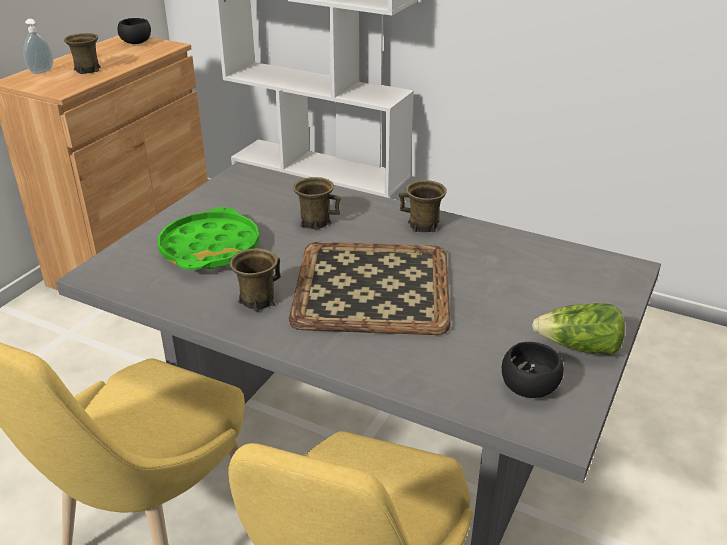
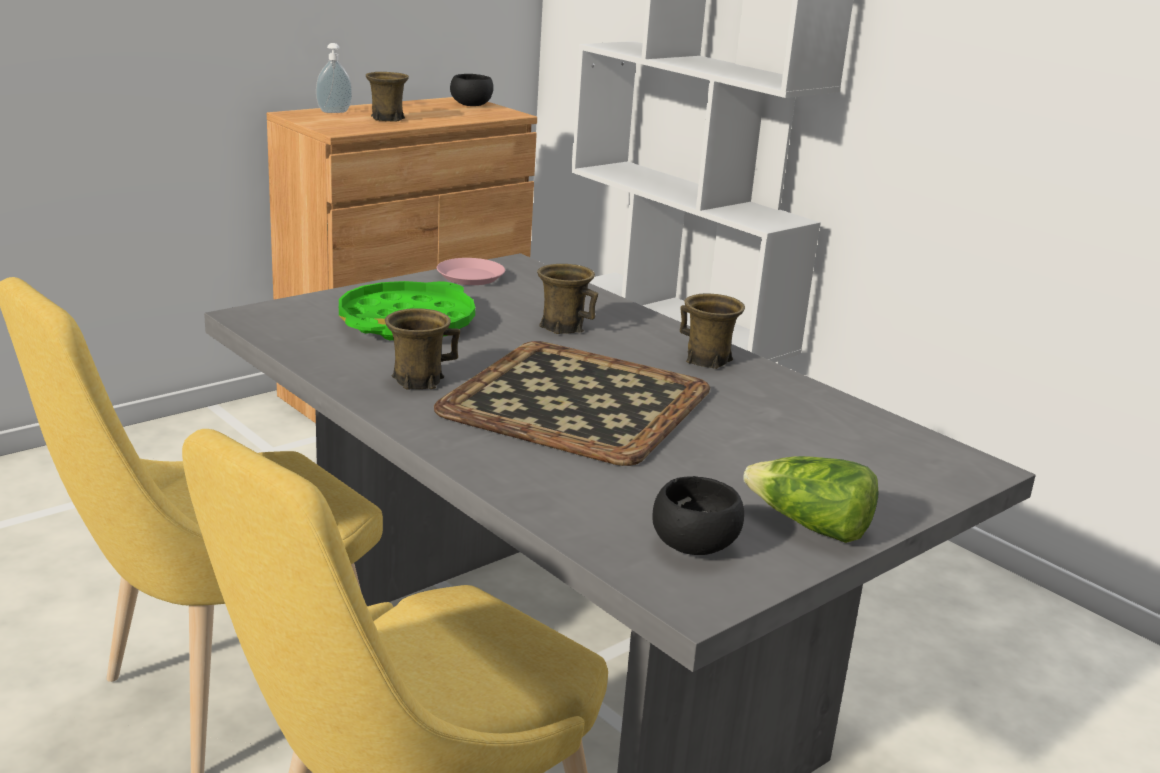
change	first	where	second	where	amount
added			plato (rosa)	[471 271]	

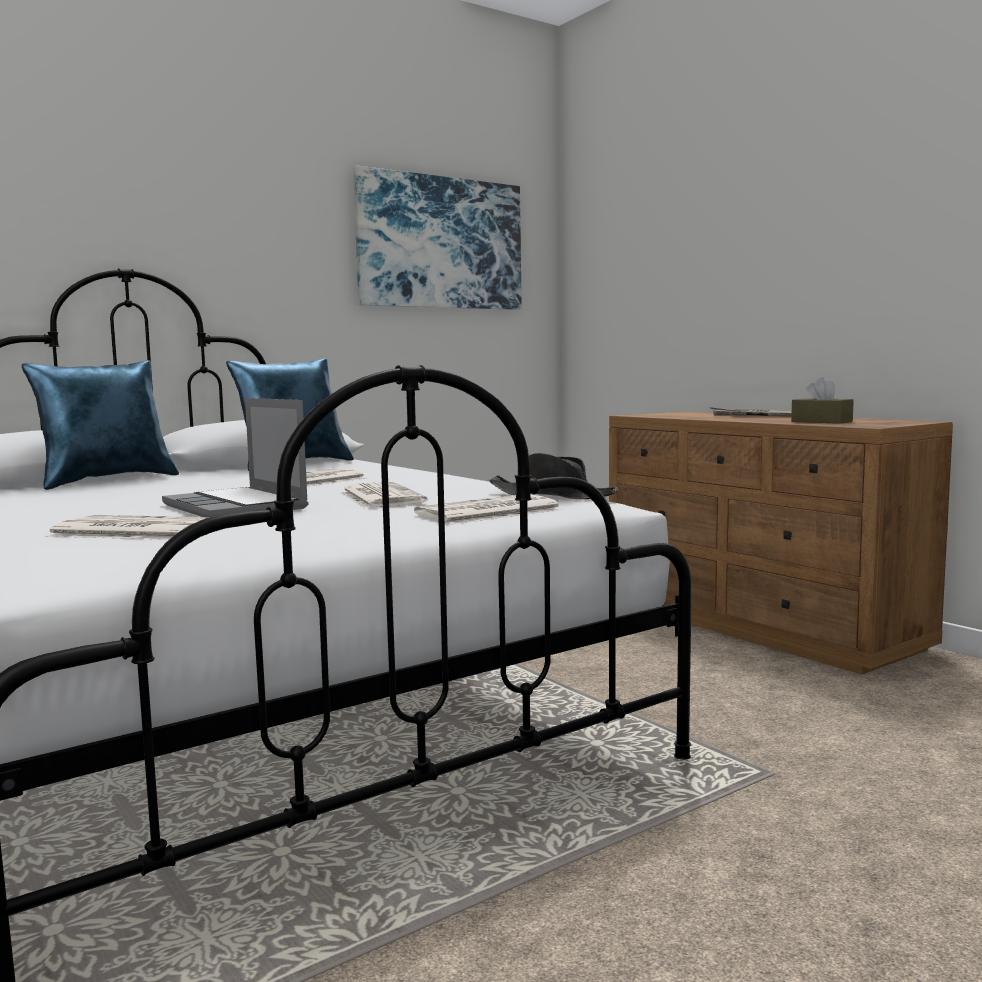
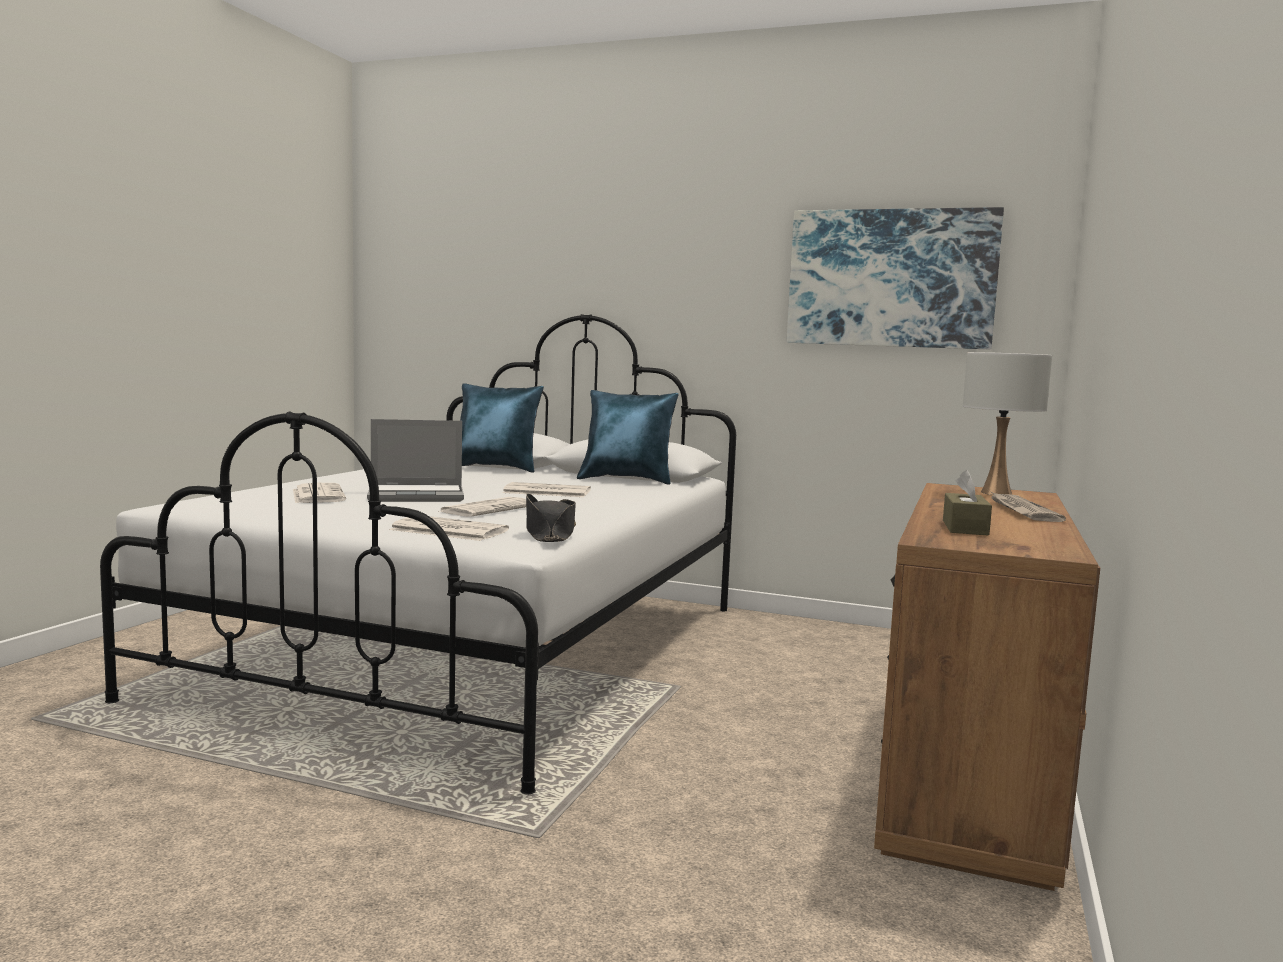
change	first	where	second	where	amount
added			lámpara de mesa (blanco)	[1007 423]	
turned	portátil	[235 457]		[415 460]	120 degrees counterclockwise

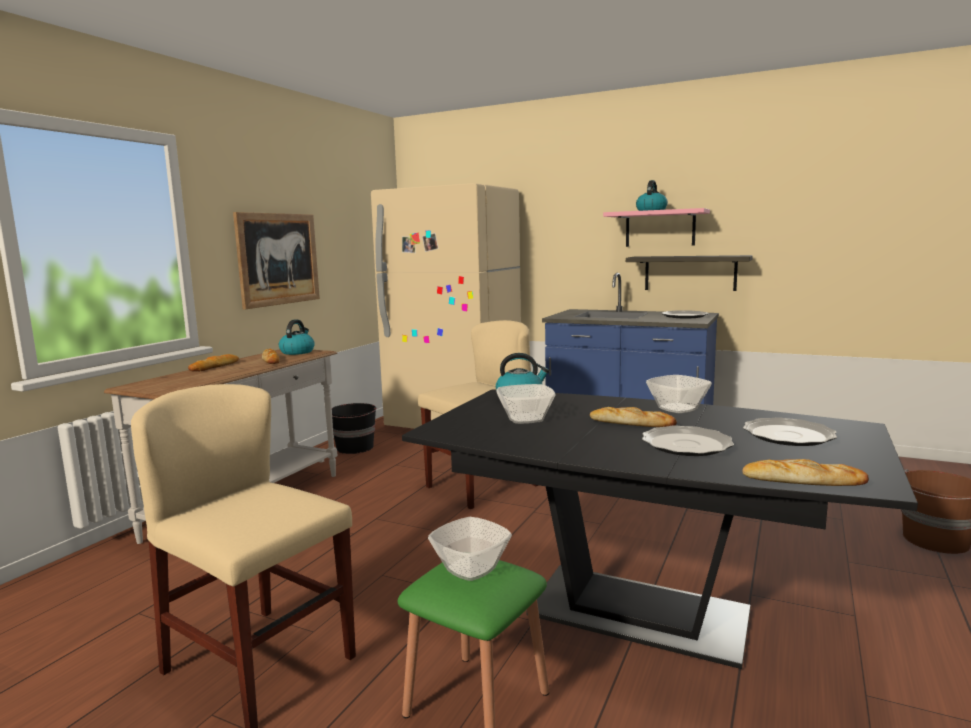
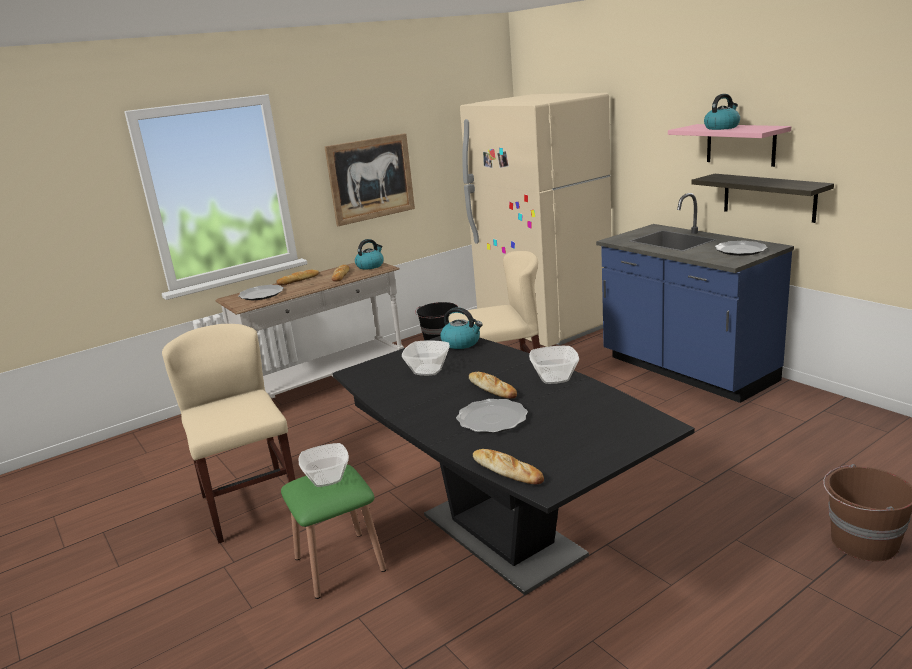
change	first	where	second	where	amount
moved	plato	[790 431]		[261 292]	

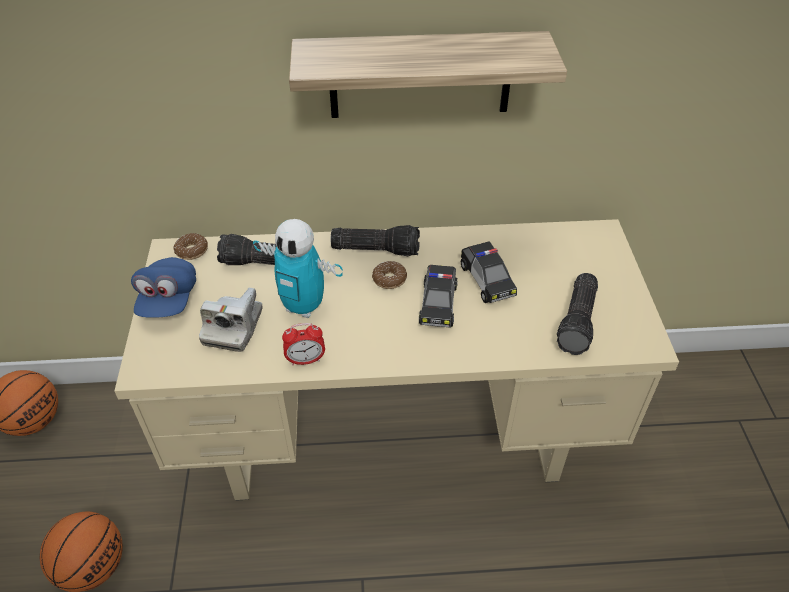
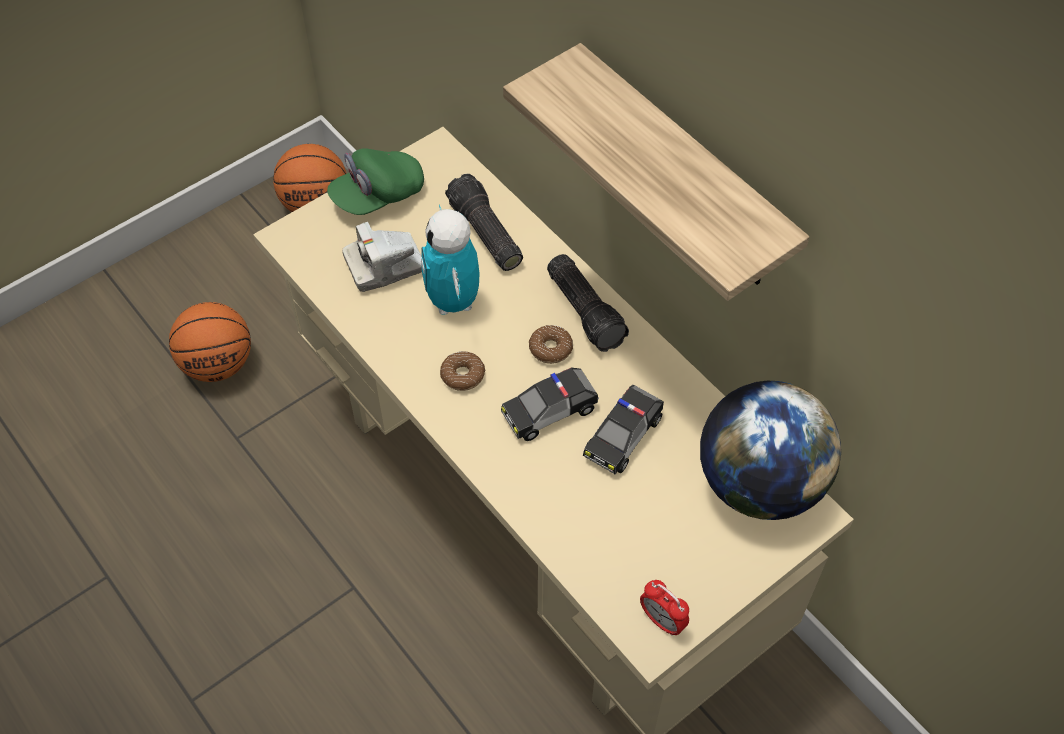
change	first	where	second	where	amount
removed	linterna	[577 314]			
added			globo terráqueo	[770 450]	
moved	rosquilla	[190 246]		[462 371]	
moved	despertador	[303 344]		[664 608]	
recoloured	gorra (azul)	[163 287]	gorra (verde)	[375 181]	

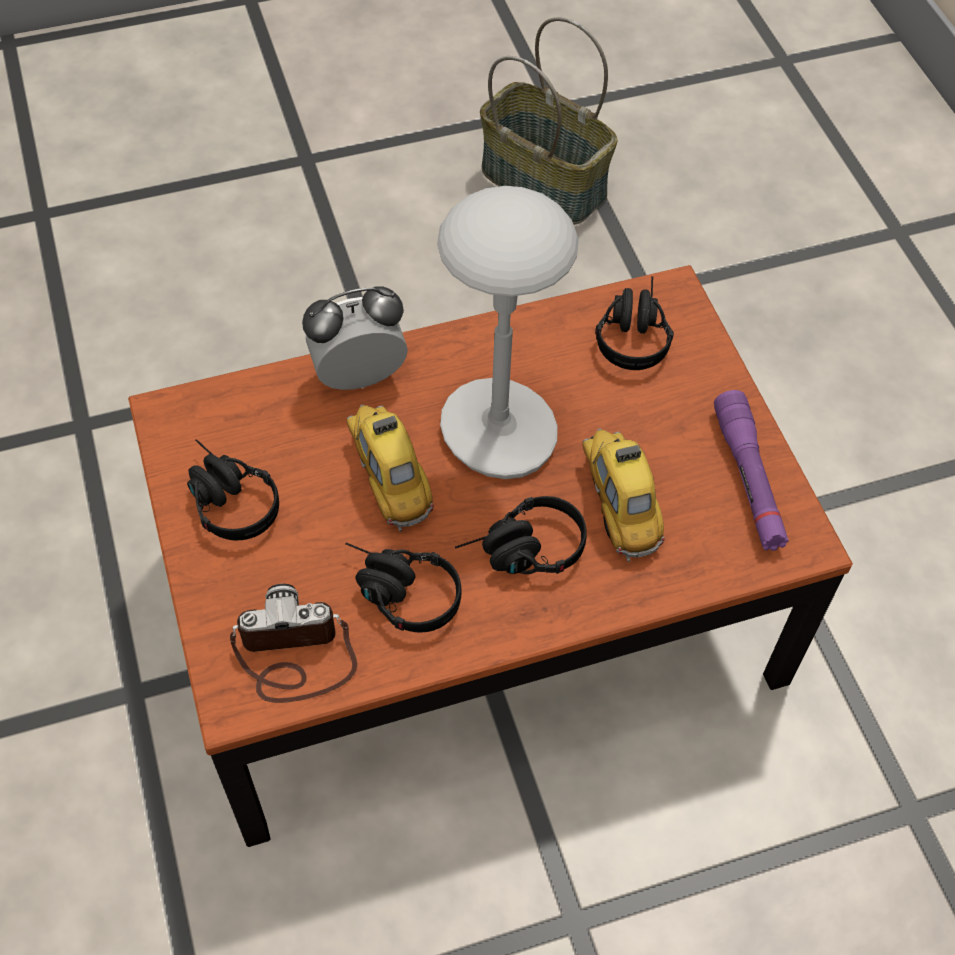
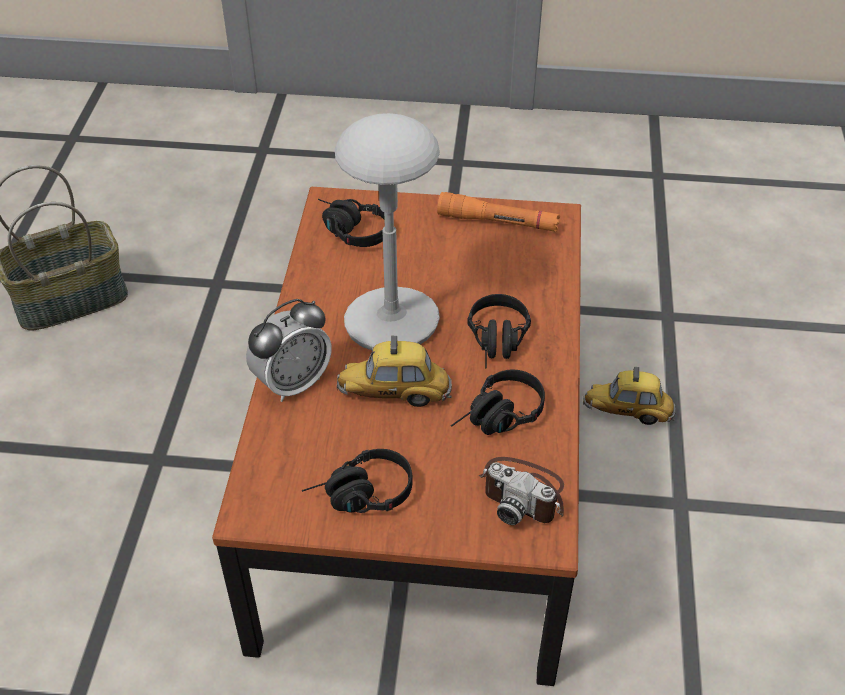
change	first	where	second	where	amount
moved	coche de juguete	[623 495]		[629 396]	
recoloured	linterna (morado)	[751 470]	linterna (naranja)	[498 212]	
turned	cámara	[293 643]		[521 491]	75 degrees counterclockwise
turned	despertador	[355 338]		[289 350]	135 degrees counterclockwise

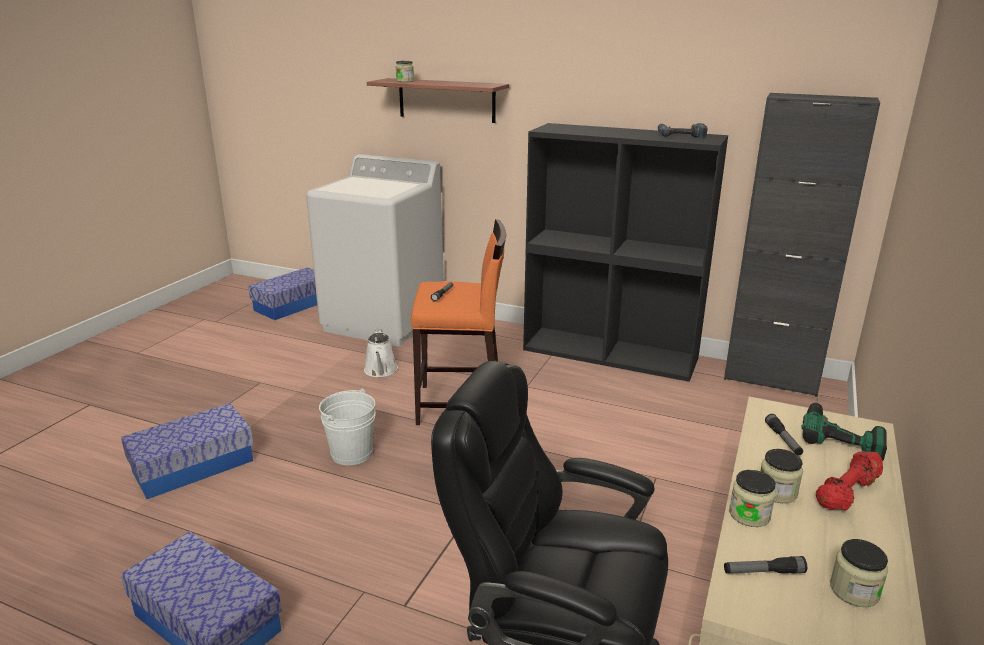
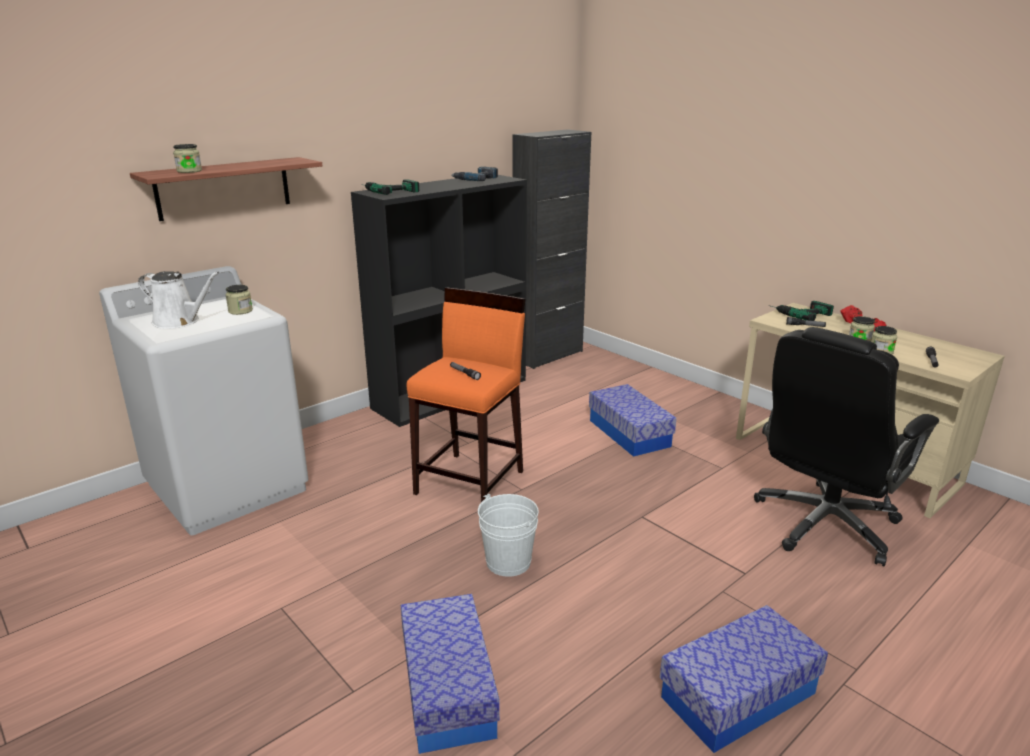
change	first	where	second	where	amount
added			taladro	[390 187]	
moved	caja de almacenaje	[282 293]		[633 420]	
moved	regadera (blanco)	[381 353]		[178 300]	
moved	tarro	[859 573]		[239 300]	

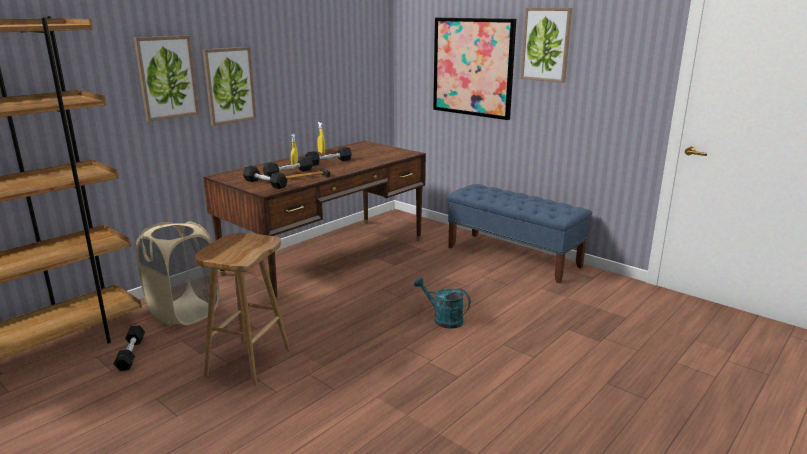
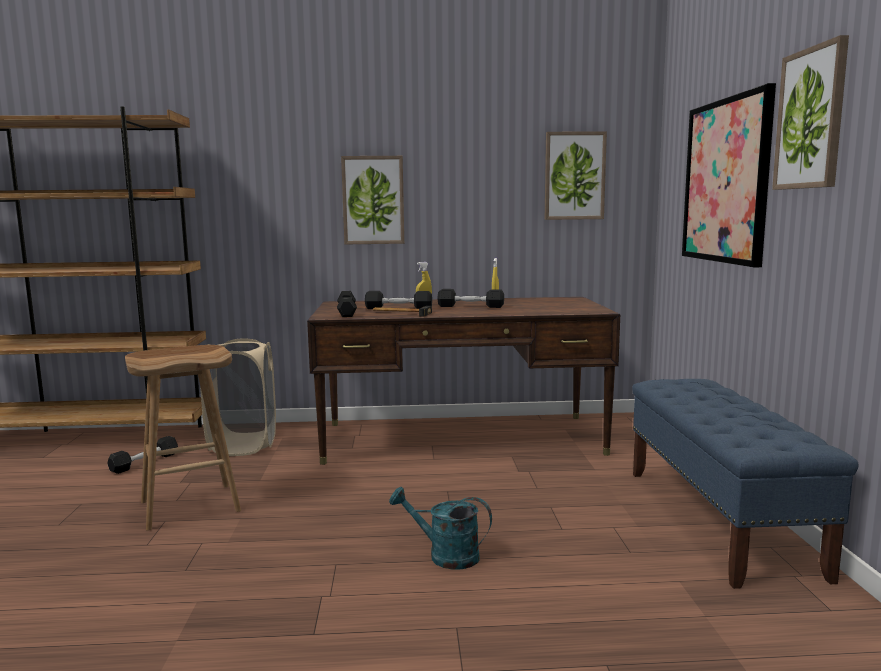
change	first	where	second	where	amount
moved	cuadro	[166 78]		[576 175]	
turned	regadera (turquesa)	[442 303]		[440 528]	60 degrees counterclockwise

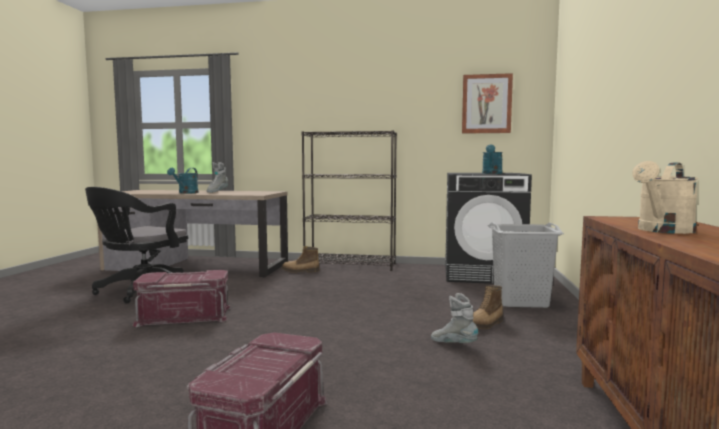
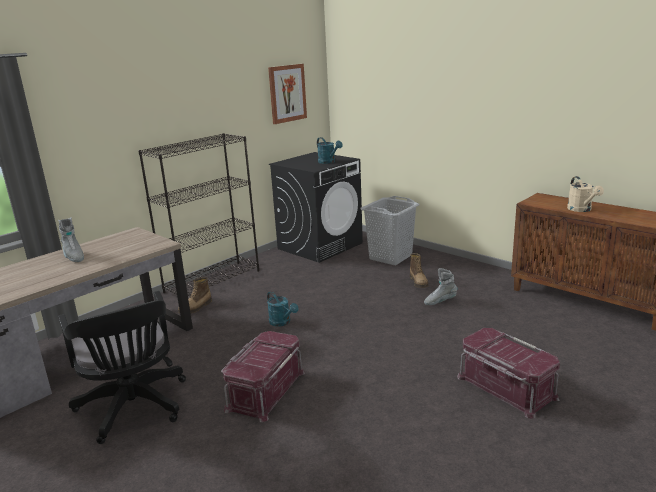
change	first	where	second	where	amount
moved	regadera (turquesa)	[183 181]		[283 309]	

